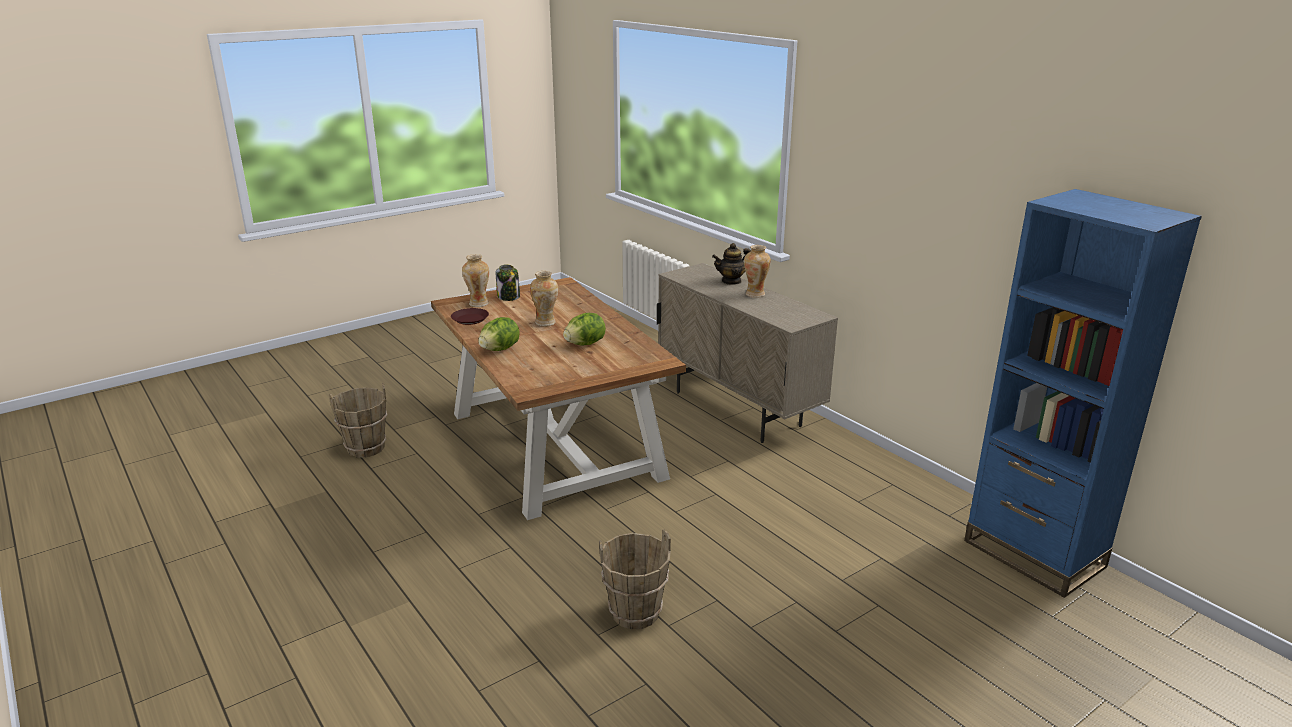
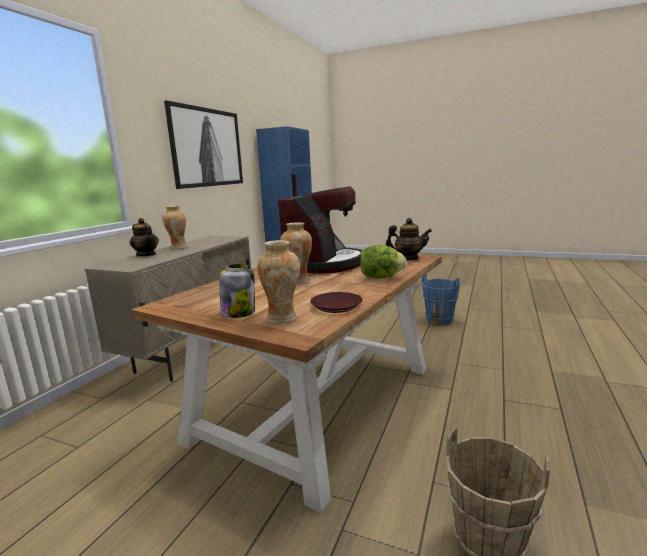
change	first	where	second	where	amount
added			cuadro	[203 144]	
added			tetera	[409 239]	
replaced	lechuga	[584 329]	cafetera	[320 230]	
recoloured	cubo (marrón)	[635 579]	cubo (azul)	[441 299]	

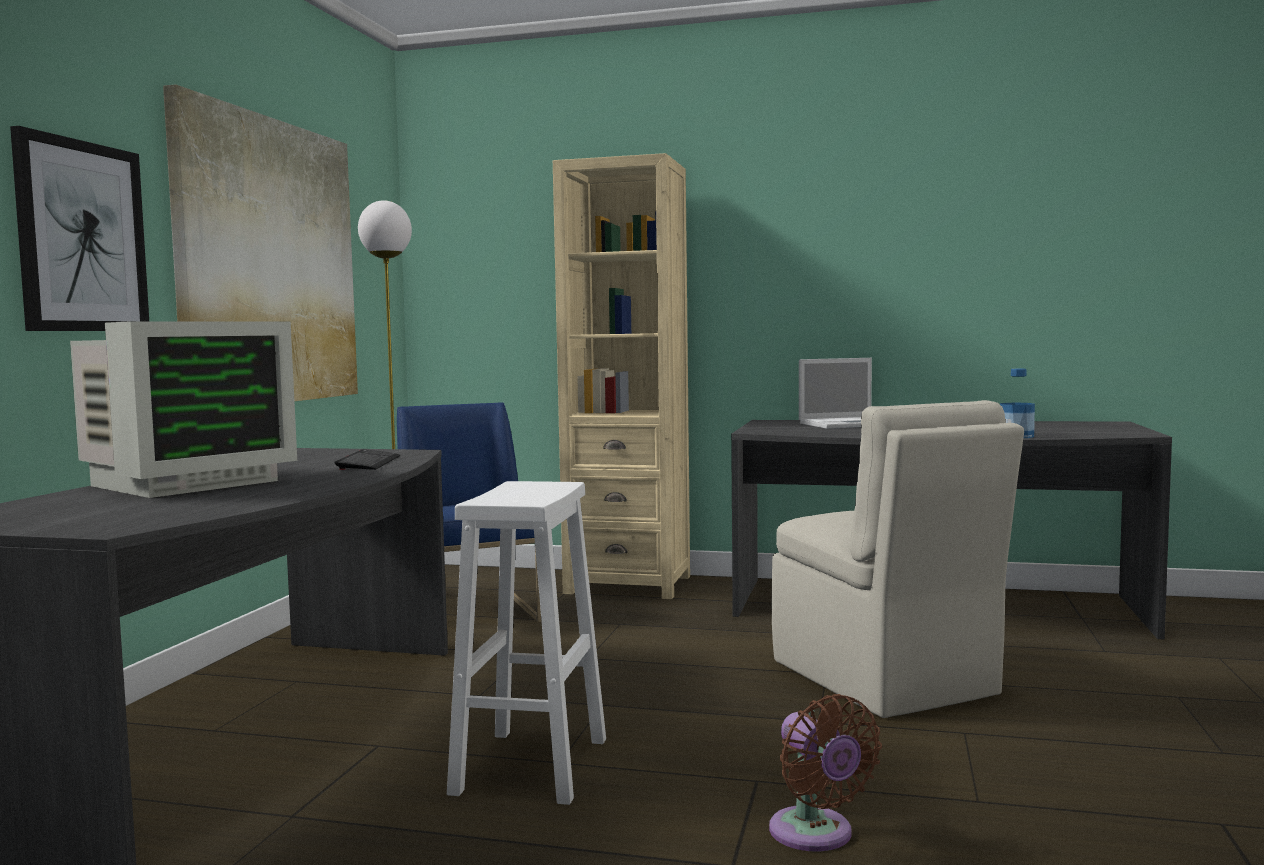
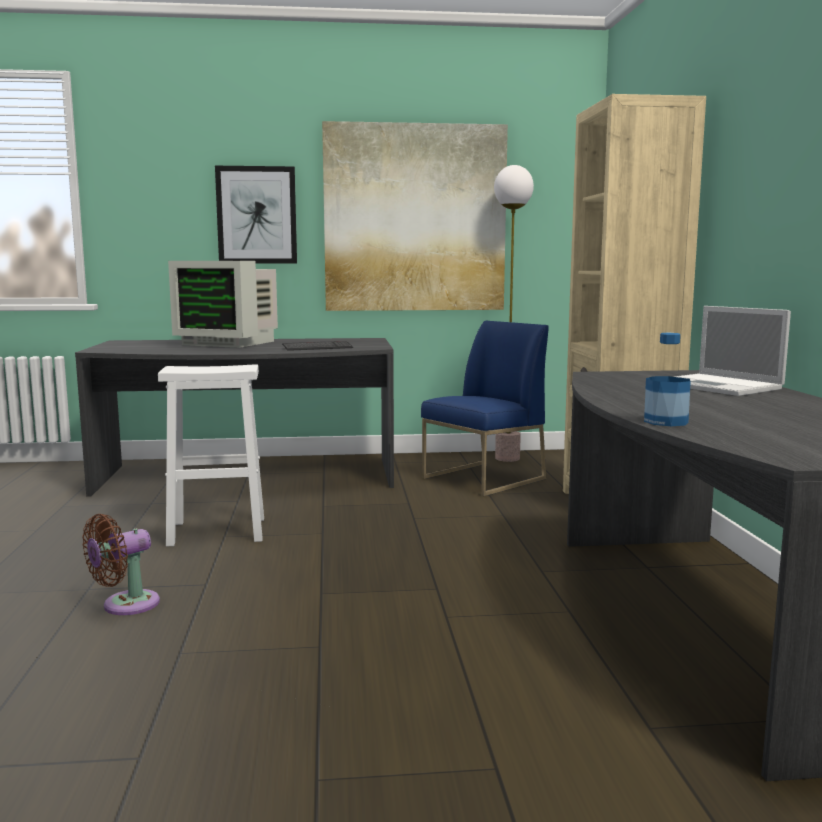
change	first	where	second	where	amount
removed	silla (beis)	[898 559]			

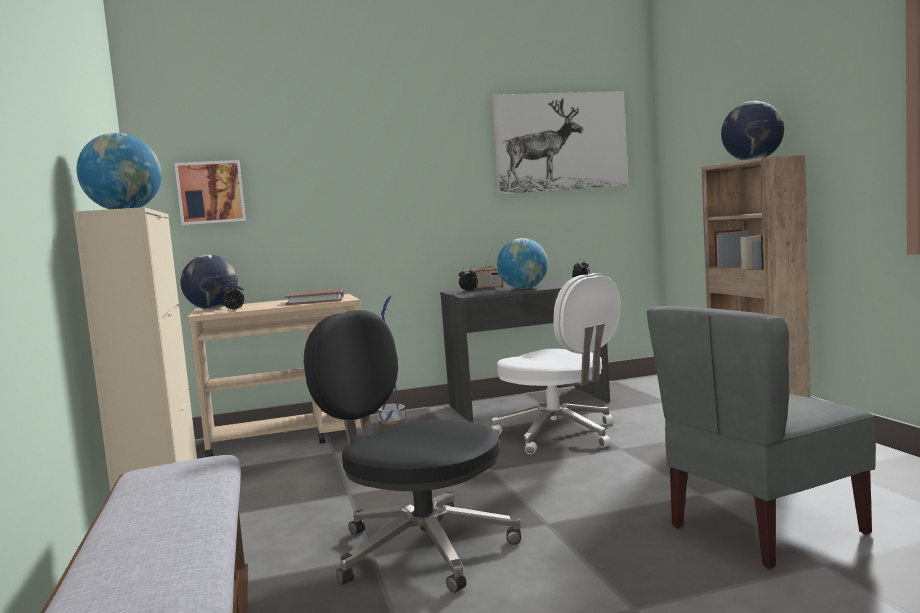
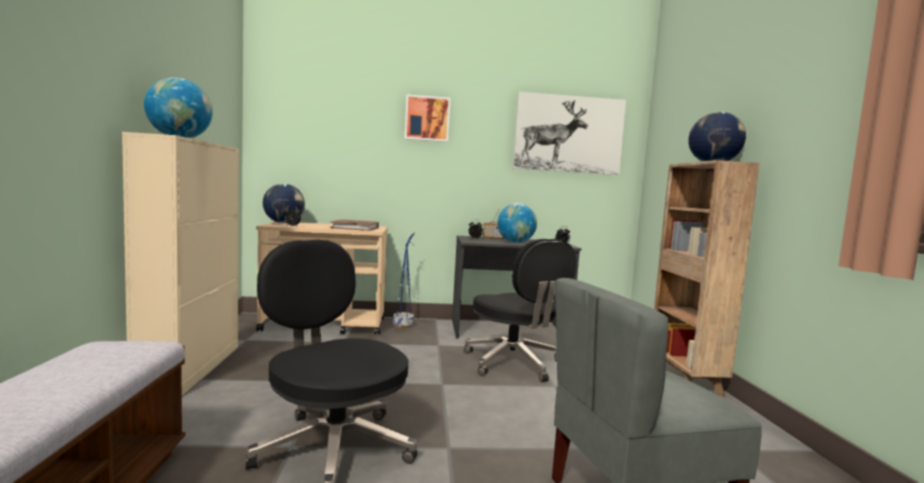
change	first	where	second	where	amount
moved	cuadro	[210 192]		[427 118]	
recoloured	silla de oficina (blanco)	[555 363]	silla de oficina (negro)	[520 310]	

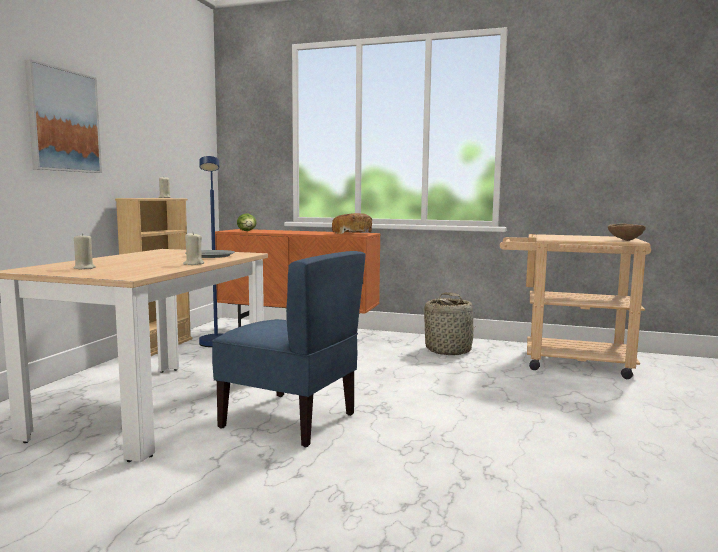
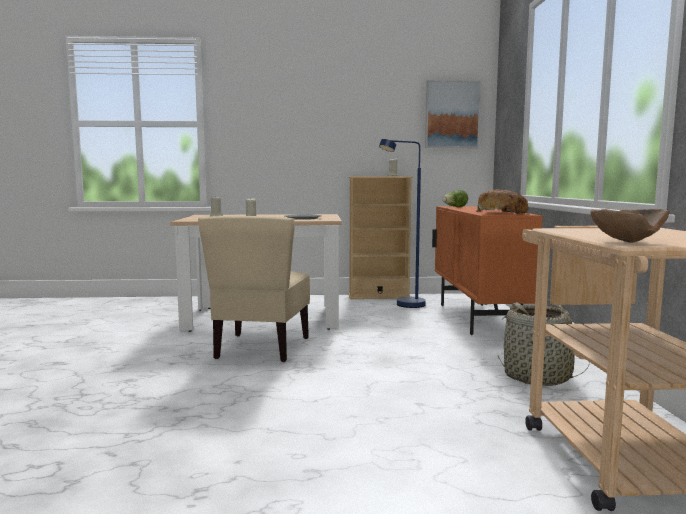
change	first	where	second	where	amount
moved	cuadro	[63 116]		[453 114]	
recoloured	silla (azul)	[289 349]	silla (beis)	[254 289]	

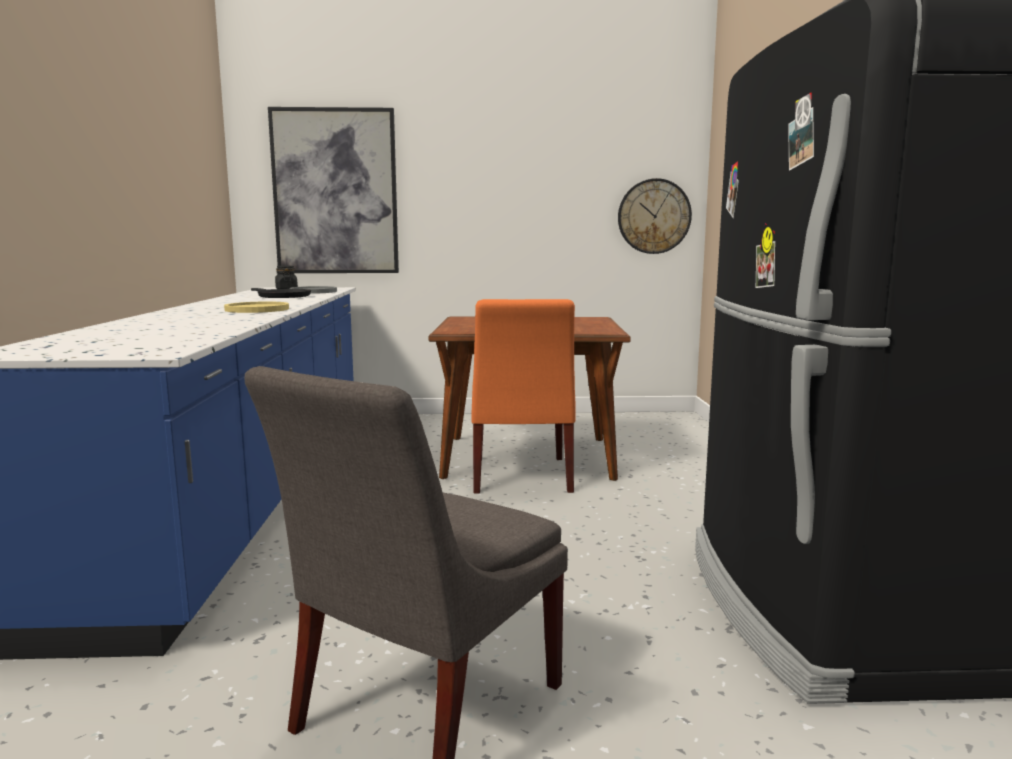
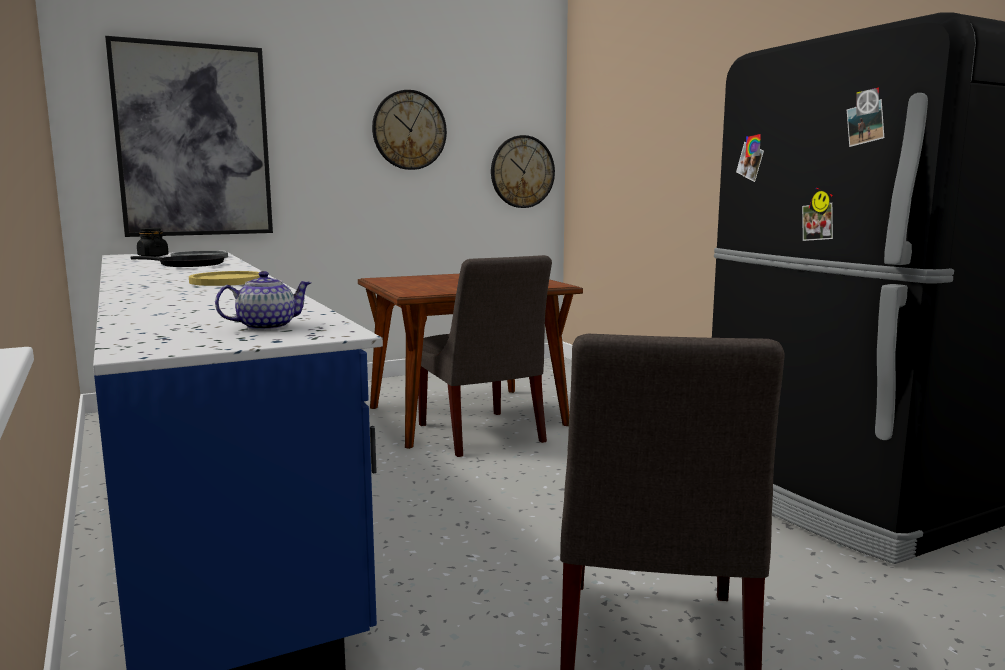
change	first	where	second	where	amount
added			tetera	[263 300]	
added			reloj de pared	[409 130]	
recoloured	silla (naranja)	[524 396]	silla (gris)	[485 356]	

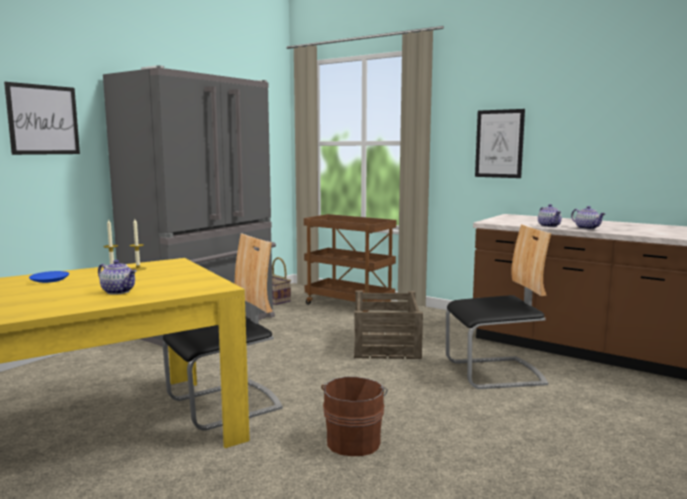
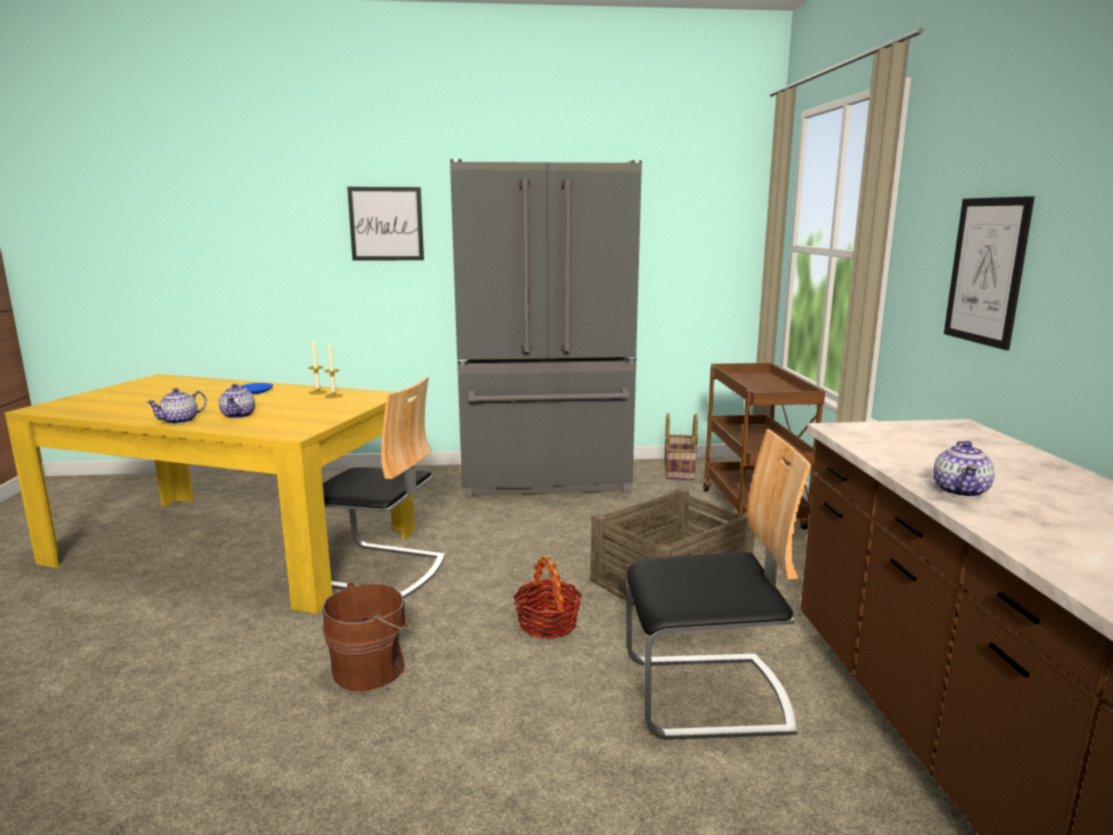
change	first	where	second	where	amount
added			cesta	[547 597]	
moved	tetera	[550 215]		[176 406]	
turned	silla	[498 306]		[718 584]	45 degrees counterclockwise

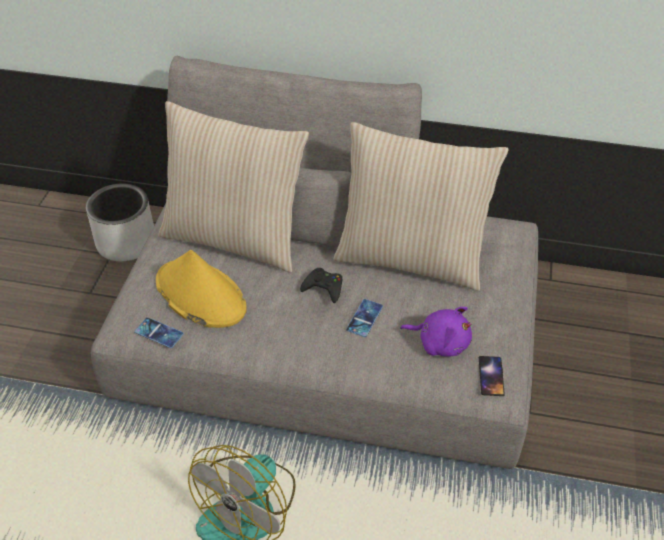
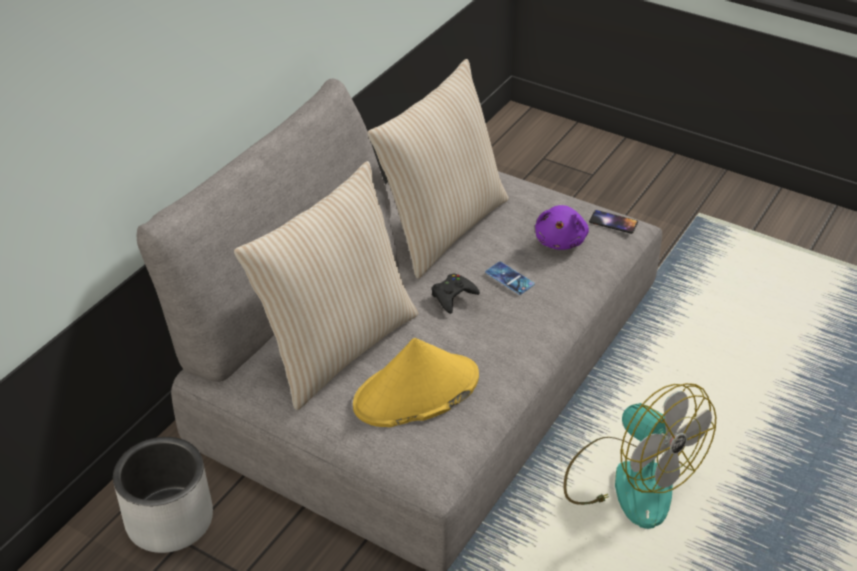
change	first	where	second	where	amount
removed	móvil	[159 332]			
turned	peluche (morado)	[436 332]		[562 227]	150 degrees clockwise

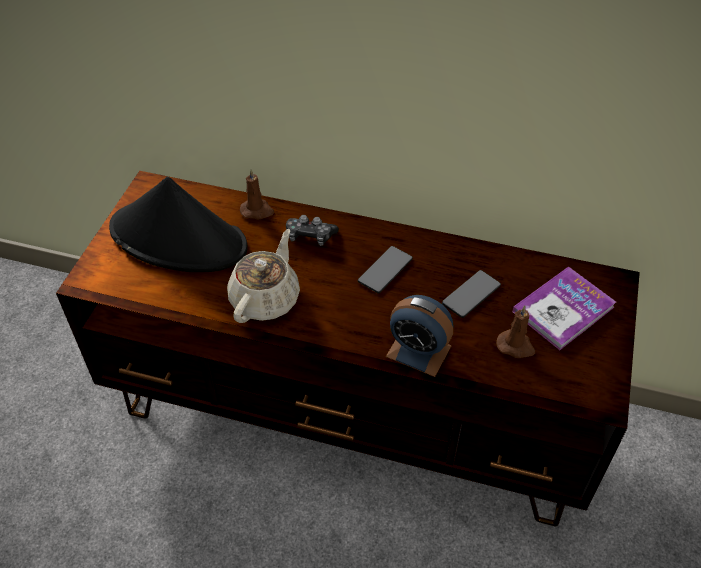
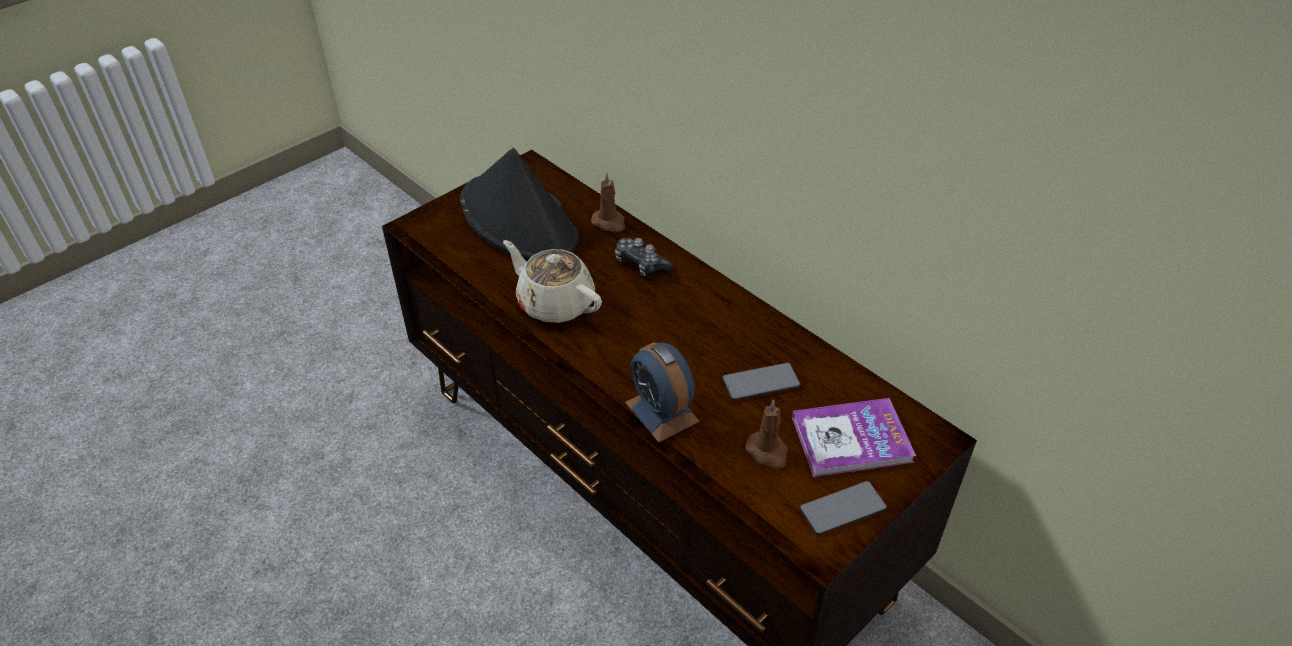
change	first	where	second	where	amount
moved	móvil	[385 269]		[843 508]	
turned	tetera (beis)	[263 276]		[552 281]	105 degrees counterclockwise

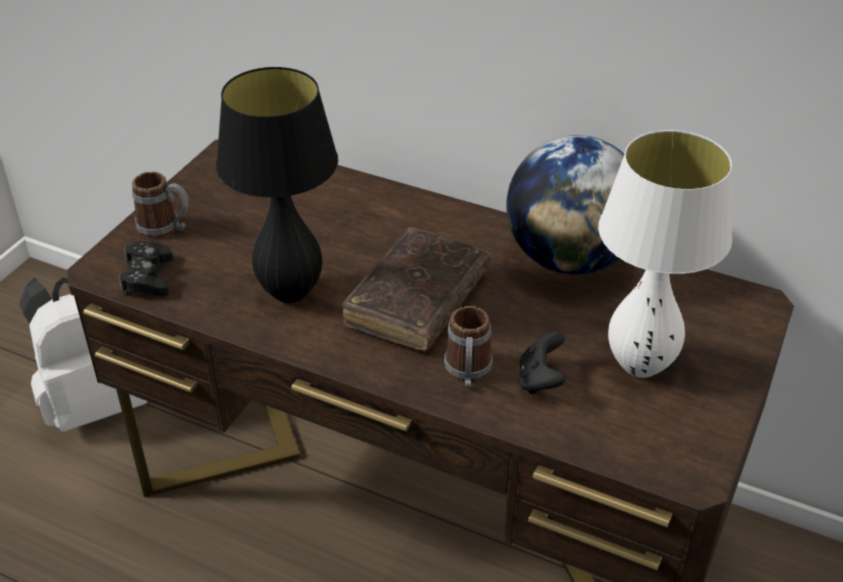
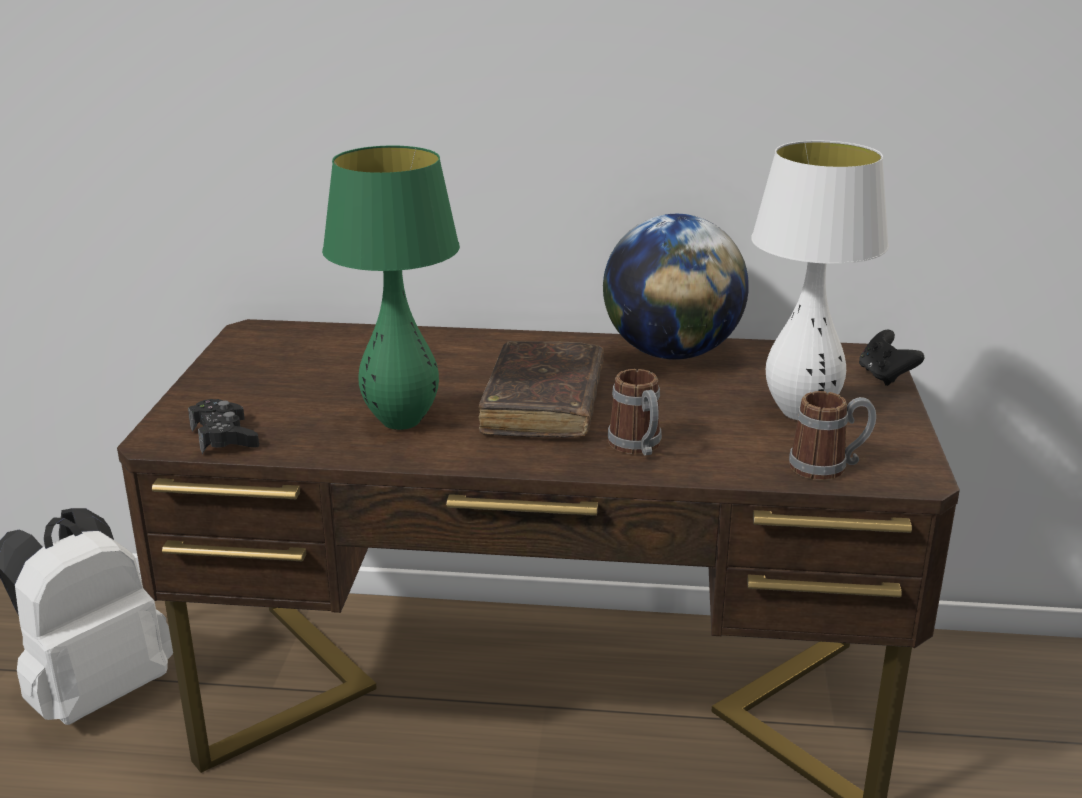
change	first	where	second	where	amount
moved	taza grande	[160 205]		[832 435]	
moved	mando de consola (negro)	[542 363]		[892 358]	
recoloured	lámpara de mesa (negro)	[277 185]	lámpara de mesa (verde)	[391 287]	

